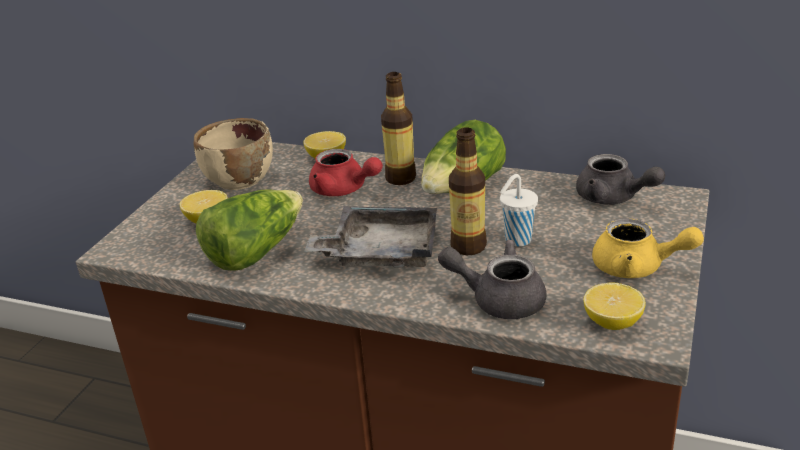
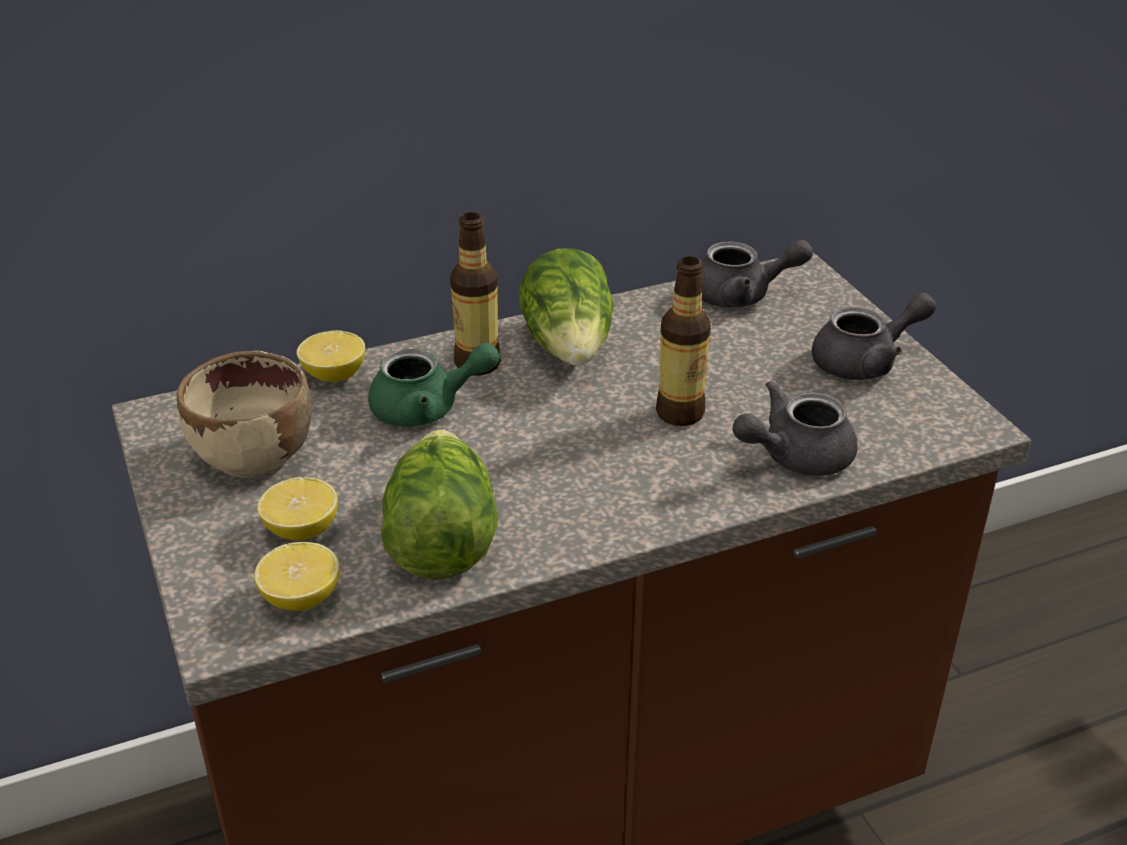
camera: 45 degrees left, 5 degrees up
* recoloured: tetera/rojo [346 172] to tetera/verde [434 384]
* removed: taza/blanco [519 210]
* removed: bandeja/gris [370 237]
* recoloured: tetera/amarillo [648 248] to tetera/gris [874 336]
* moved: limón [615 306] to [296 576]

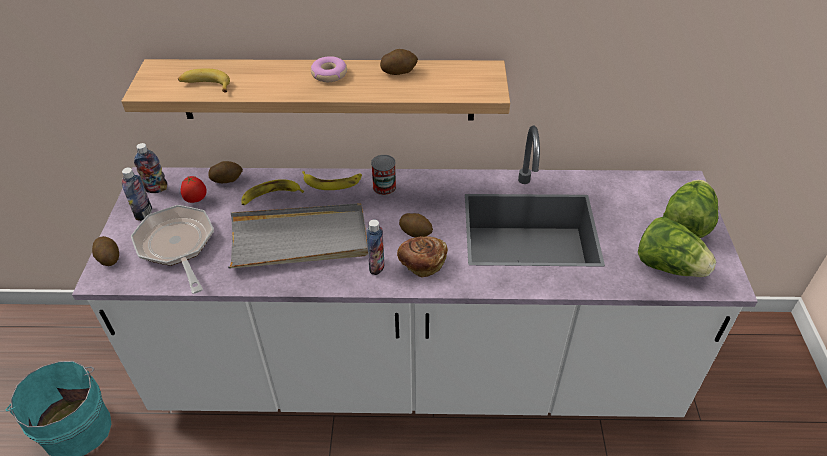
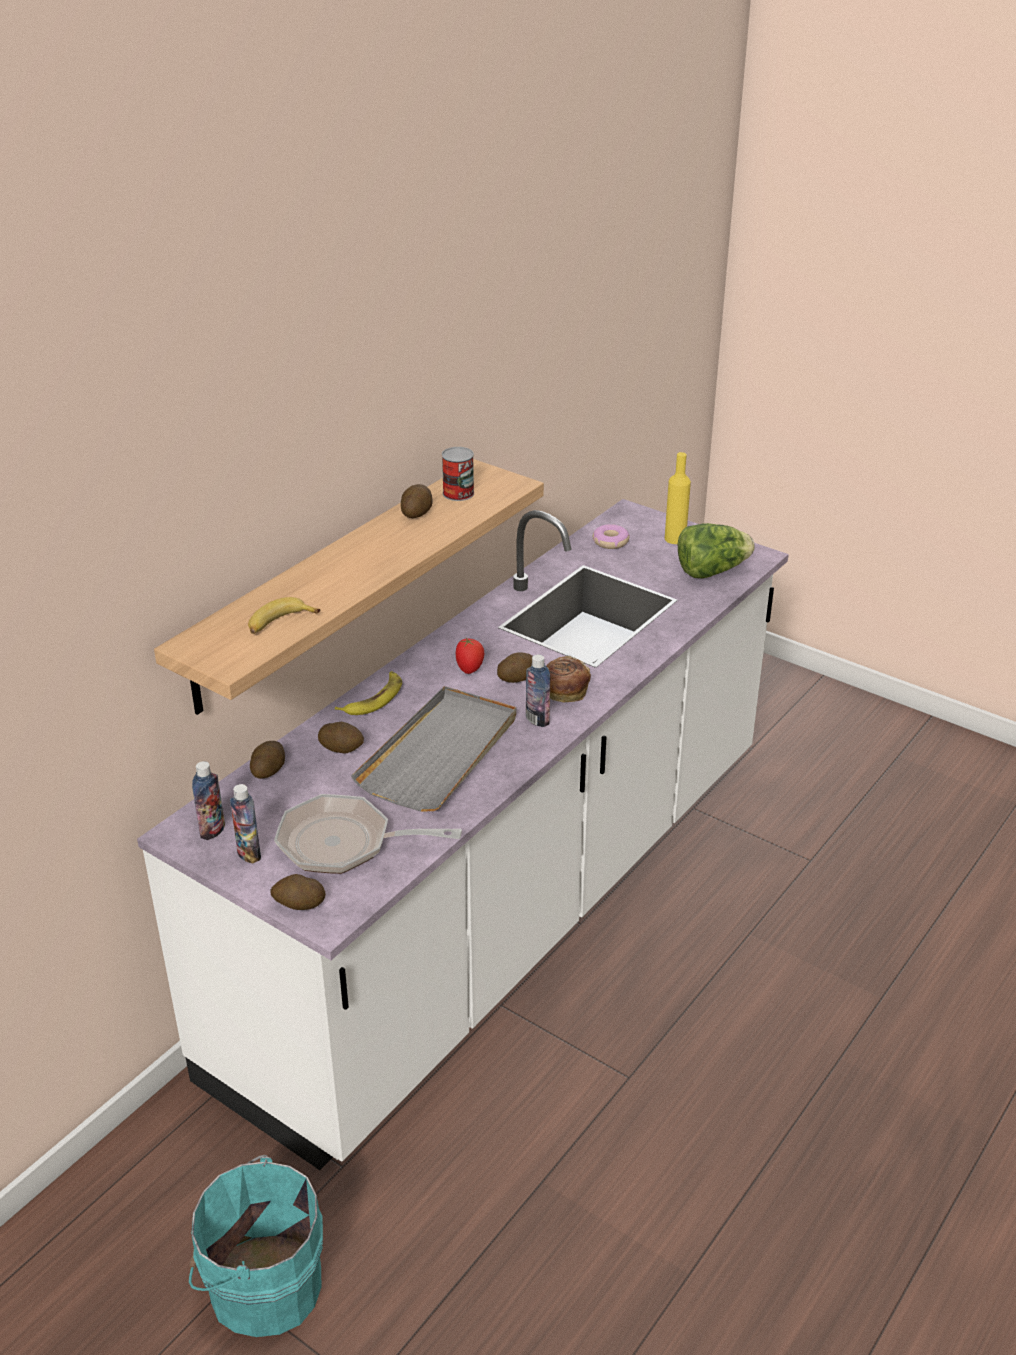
camera: 55 degrees left, 10 degrees down
* moved: rosquilla [329 69] to [611 536]
* moved: lata [383 175] to [458 474]
* moved: tomate [194 189] to [470 656]
* replaced: plátano [273 192] to patata [341 738]
* replaced: lechuga [690 209] to botella/amarillo [678 498]

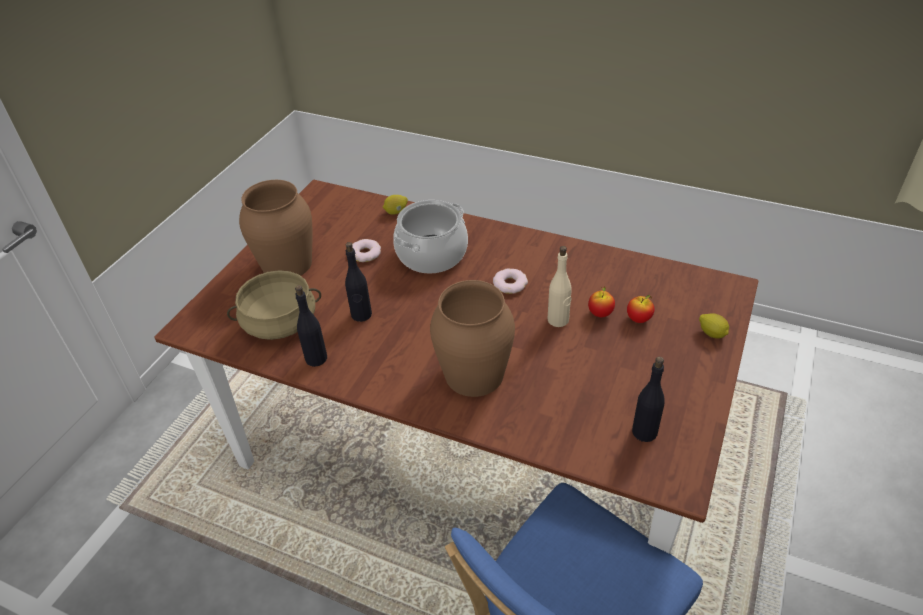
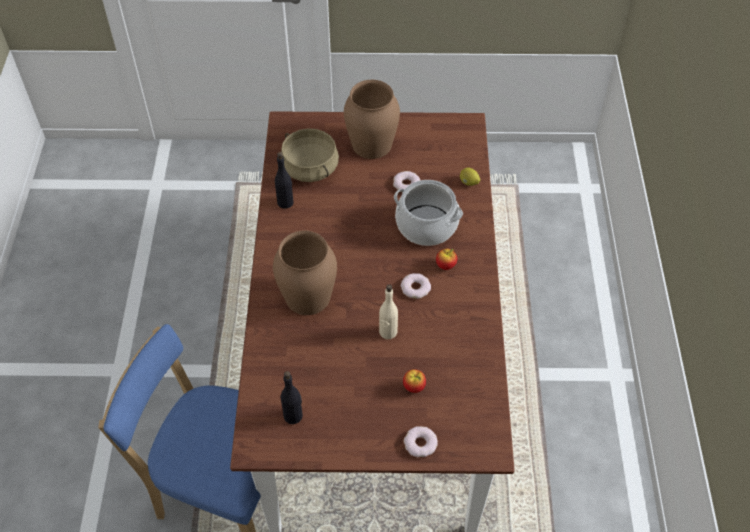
camera: 65 degrees right, 10 degrees up
* removed: botella/negro [358 282]
* moved: manzana [601 301] to [446 259]
* replaced: limón [714 326] to rosquilla [421 441]

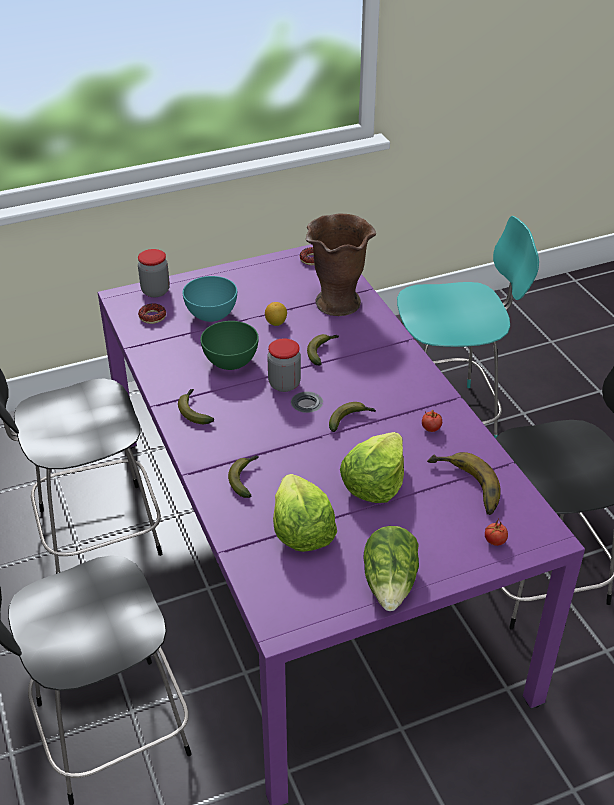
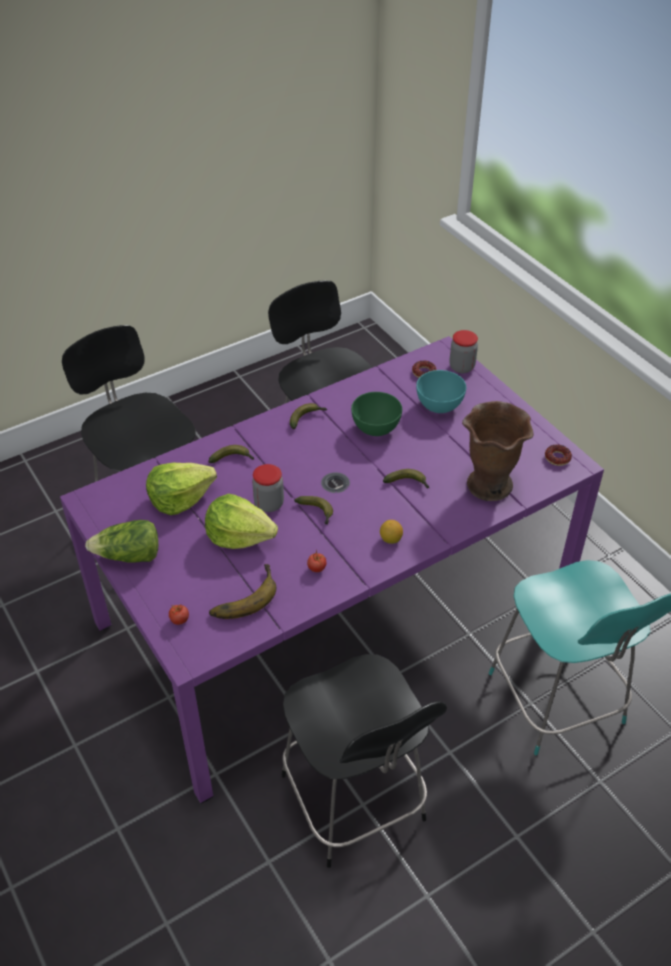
camera: 80 degrees right, 5 degrees up
* moved: limón [276 314] to [391 532]
* moved: tarro [284 365] to [268 488]

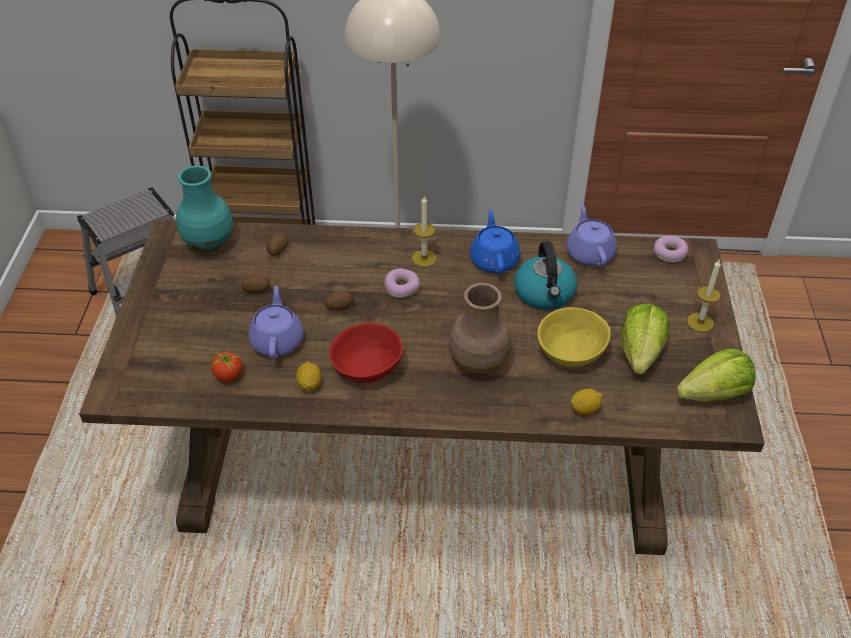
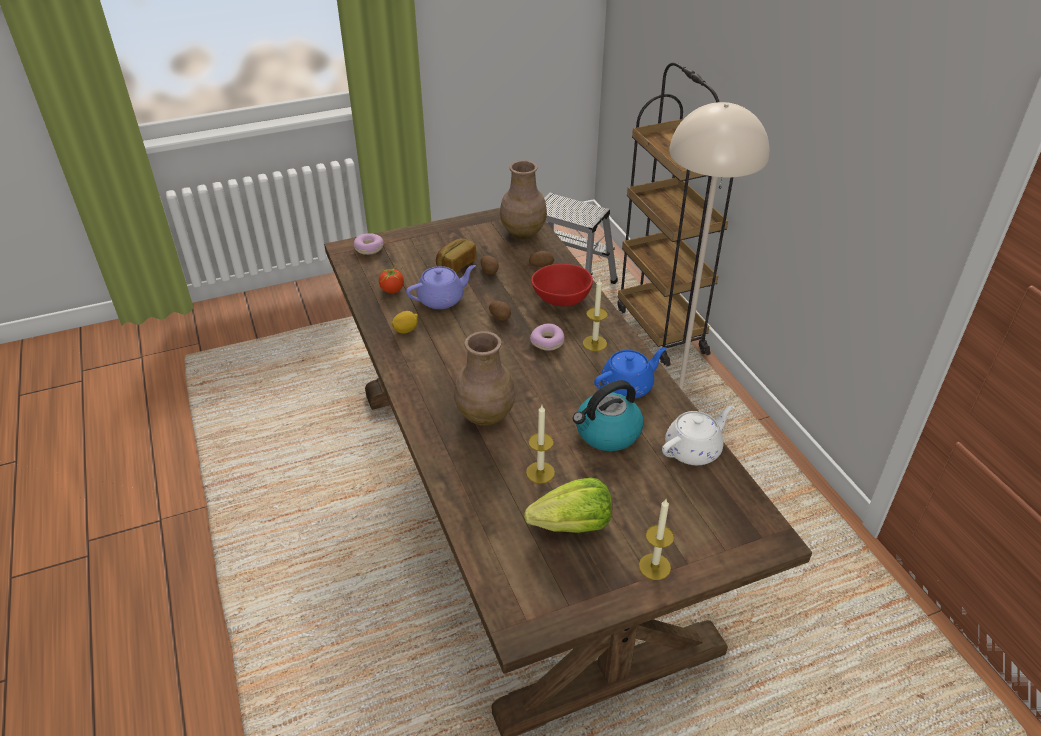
camera: 65 degrees right, 5 degrees down
* recoloured: florero/turquesa [204 208] to florero/marrón [523 199]
* recoloured: tetera/morado [591 235] to tetera/blanco [697 435]
* moved: rosquilla [671 249] to [369 244]
* replaced: cuenco/amarillo [574 337] to vela [540 444]
* moved: cuenco/rojo [366 353] to [562 285]
* removed: lechuga [716 375]
* removed: limón [586 401]
* added: pan [456 255]

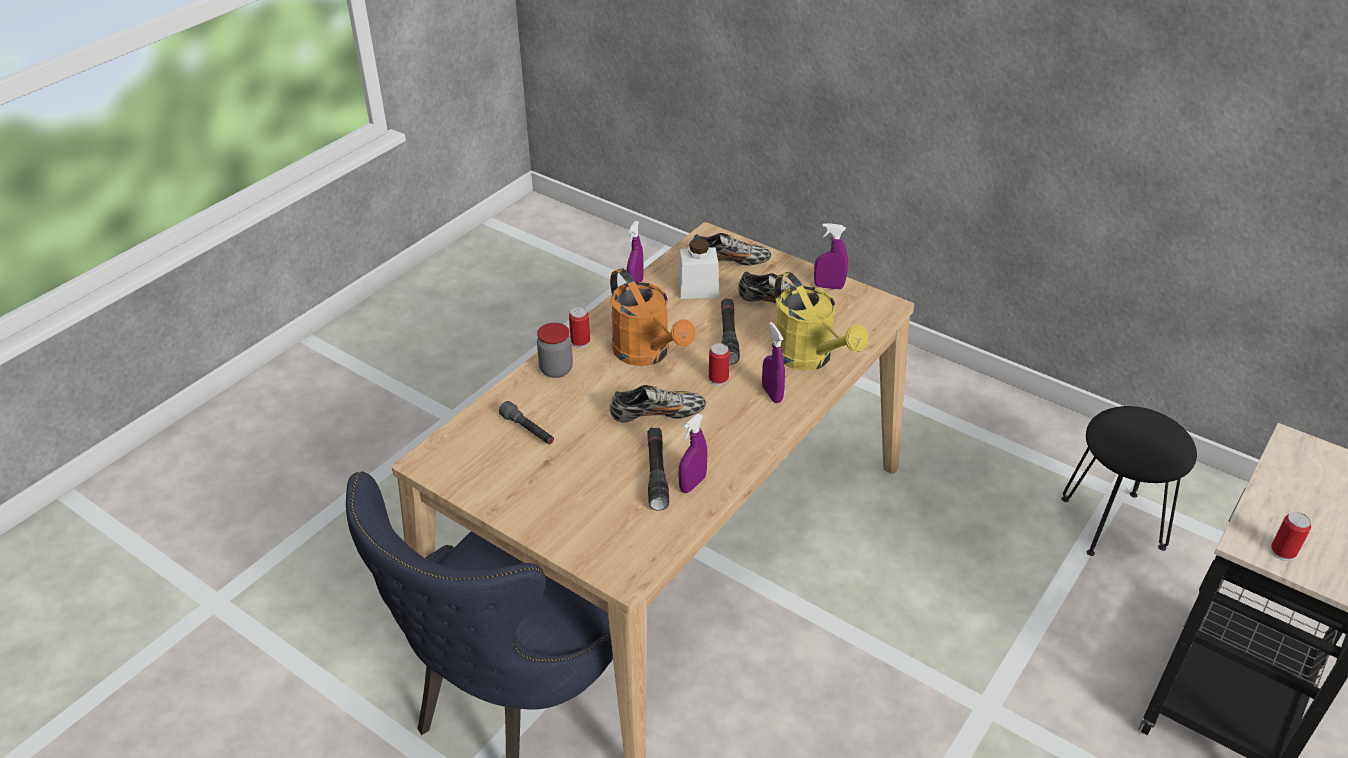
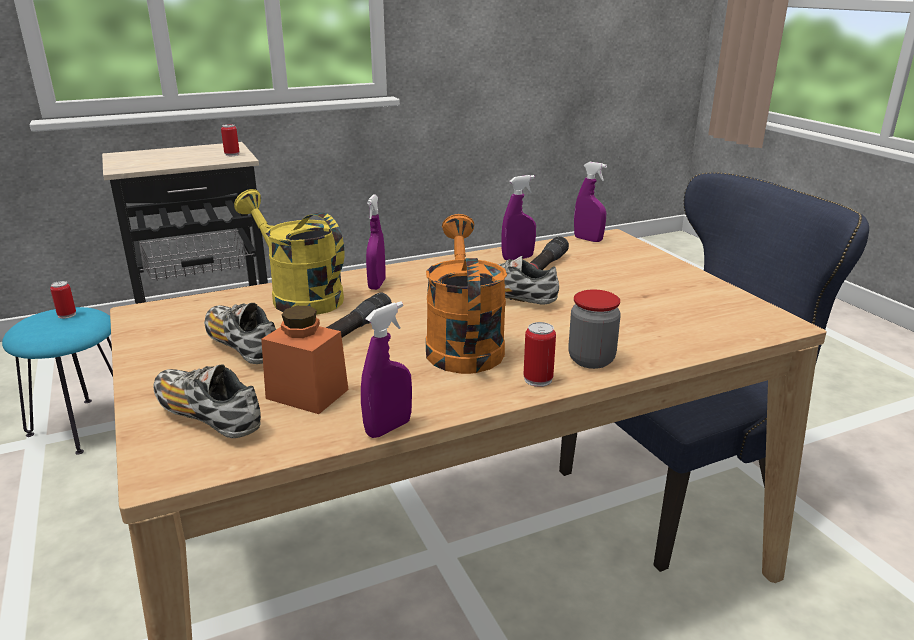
camera: 150 degrees left, 15 degrees down
* moved: pulverizador/morado [831 256] to [590 202]
* recoloured: tarro/blanco [698 268] to tarro/naranja [305 360]
* turned: regadera/amarillo [821 321] = [289 252] 45 degrees counterclockwise
* moved: lata [719 364] to [63 300]
* removed: linterna/gris [526 422]
* recoloured: taburete/negro [1129 481] to taburete/turquesa [57 381]

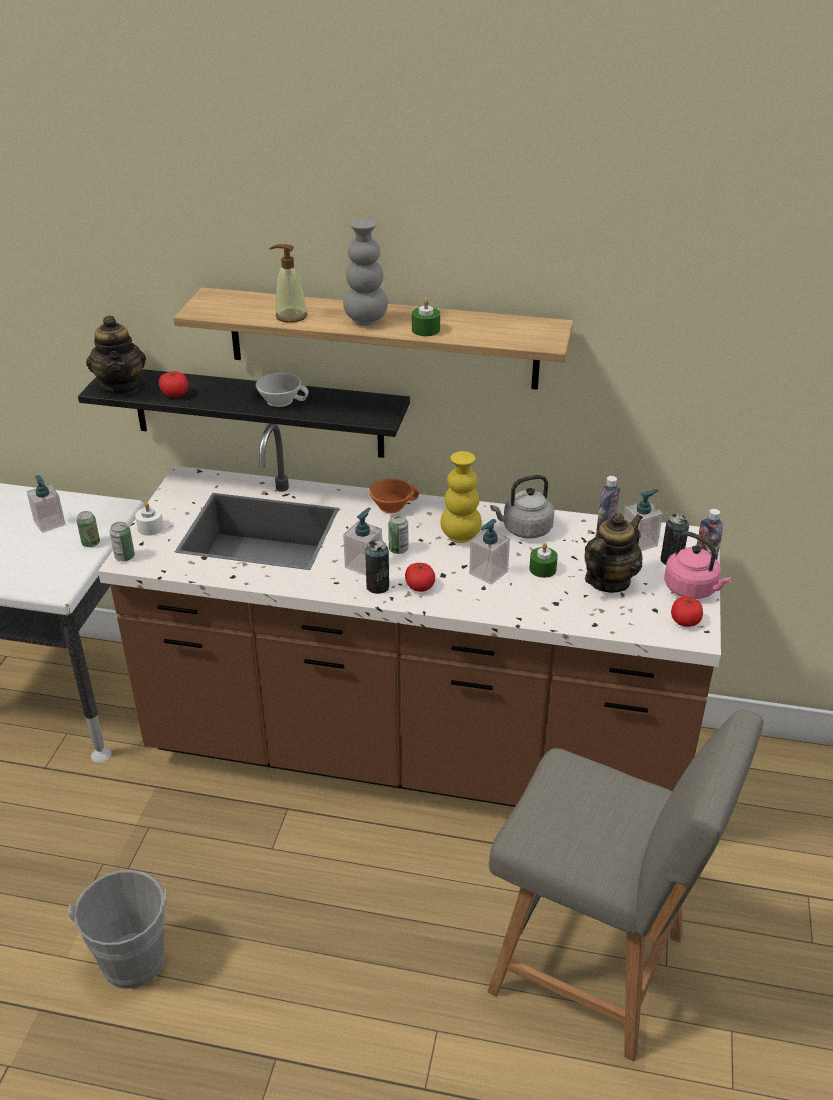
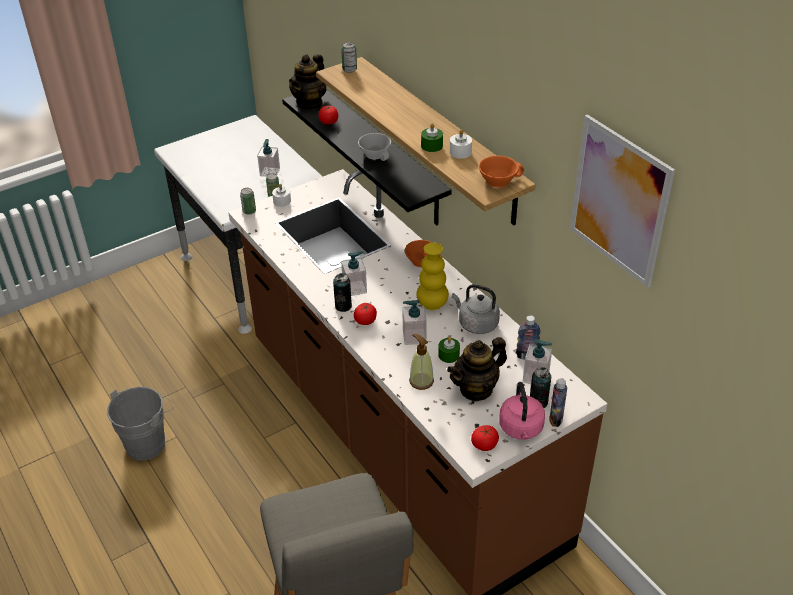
camera: 45 degrees right, 5 degrees up
* removed: florero/gris [365 272]
* moved: dispensador de jabón [288 283] to [421 362]
* turned: tetera [614 553] = [477 369] 150 degrees clockwise
* moved: lata [398 534] to [349 57]
* added: cuadro [622 201]
* added: vela/blanco [461 144]
* added: taza/naranja [501 172]

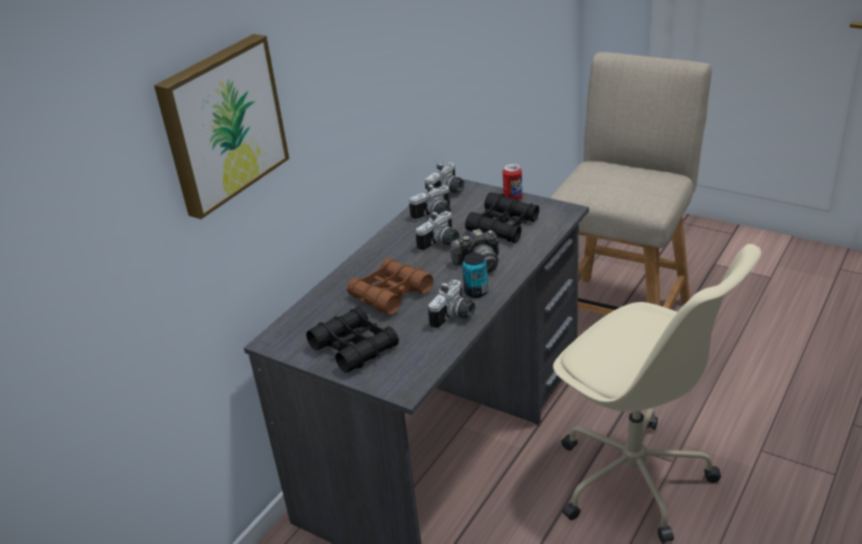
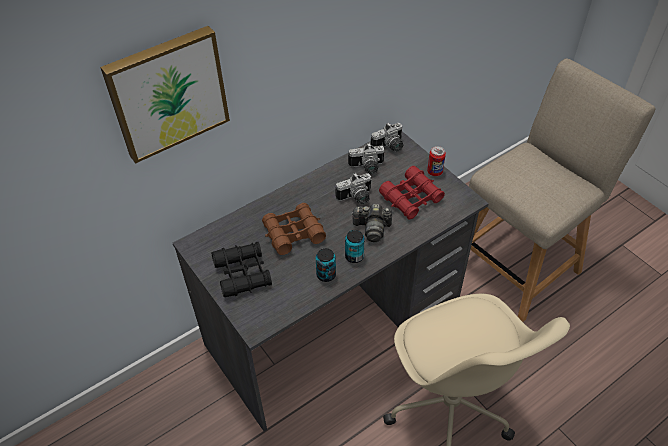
camera: 20 degrees right, 15 degrees up
* recoloured: prismáticos/negro [502 217] to prismáticos/rojo [412 193]
* replaced: cámara [451 304] to lata [326 265]

